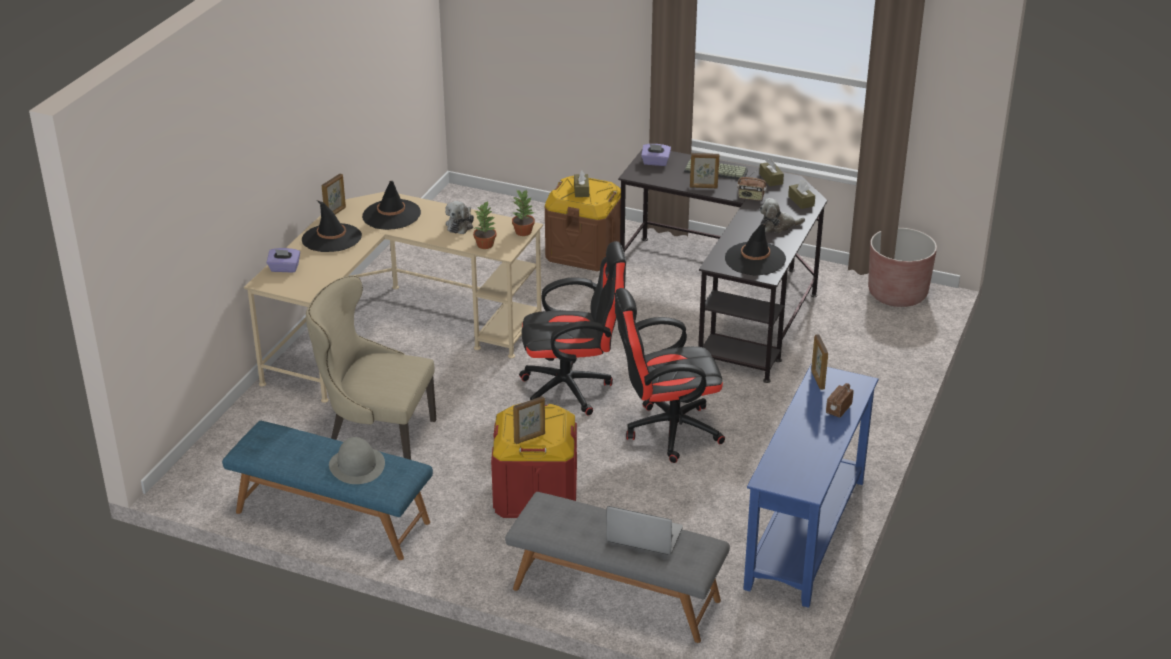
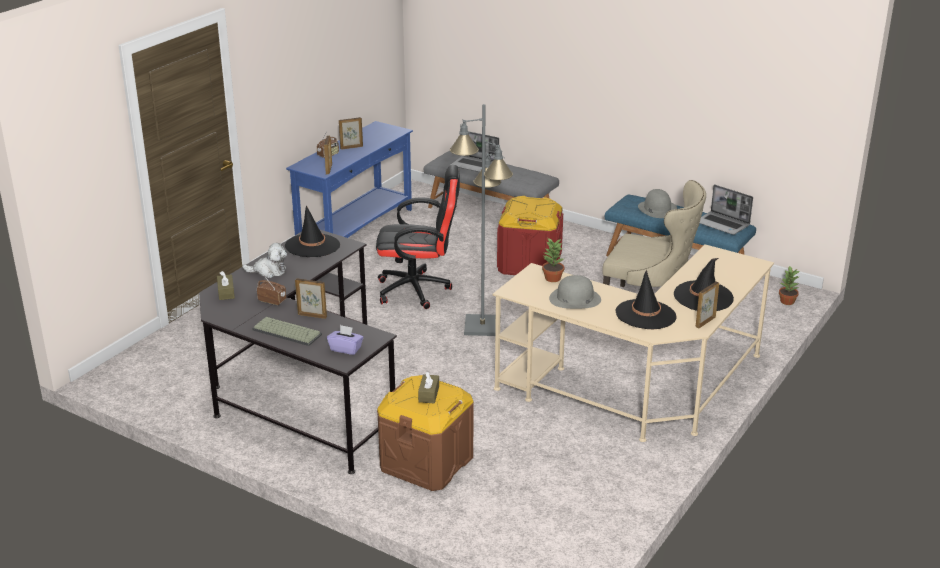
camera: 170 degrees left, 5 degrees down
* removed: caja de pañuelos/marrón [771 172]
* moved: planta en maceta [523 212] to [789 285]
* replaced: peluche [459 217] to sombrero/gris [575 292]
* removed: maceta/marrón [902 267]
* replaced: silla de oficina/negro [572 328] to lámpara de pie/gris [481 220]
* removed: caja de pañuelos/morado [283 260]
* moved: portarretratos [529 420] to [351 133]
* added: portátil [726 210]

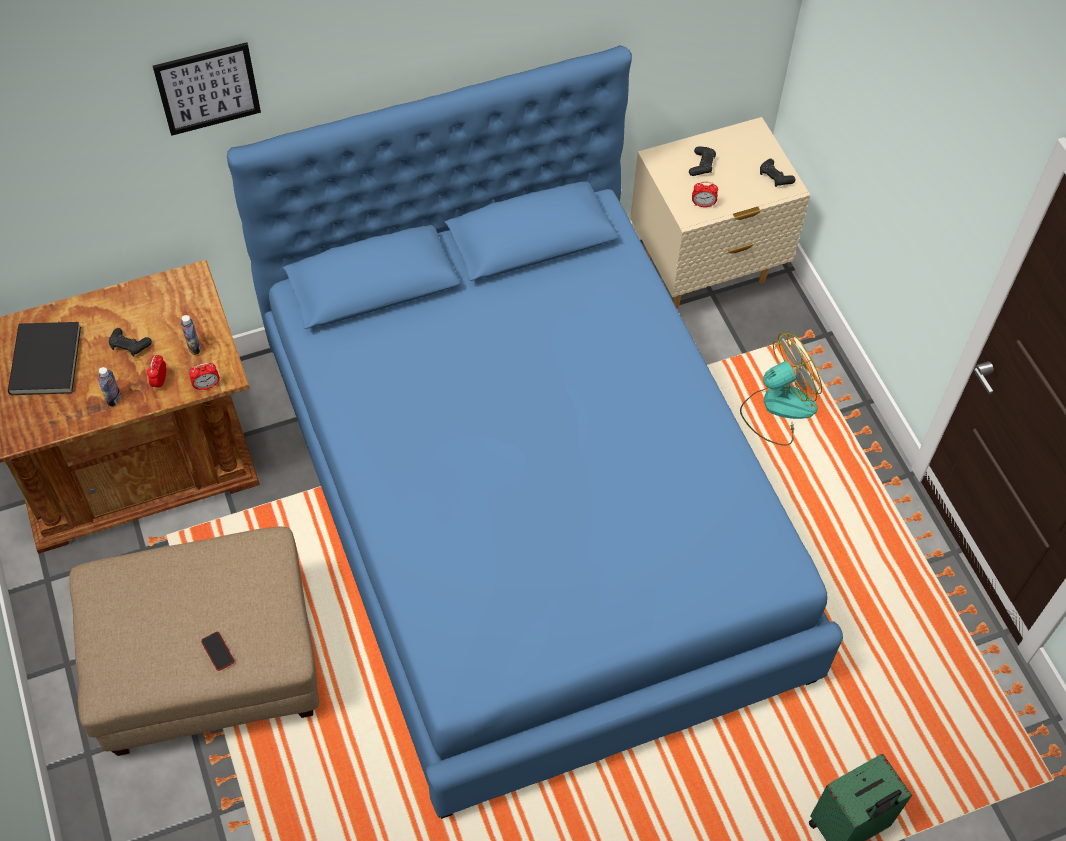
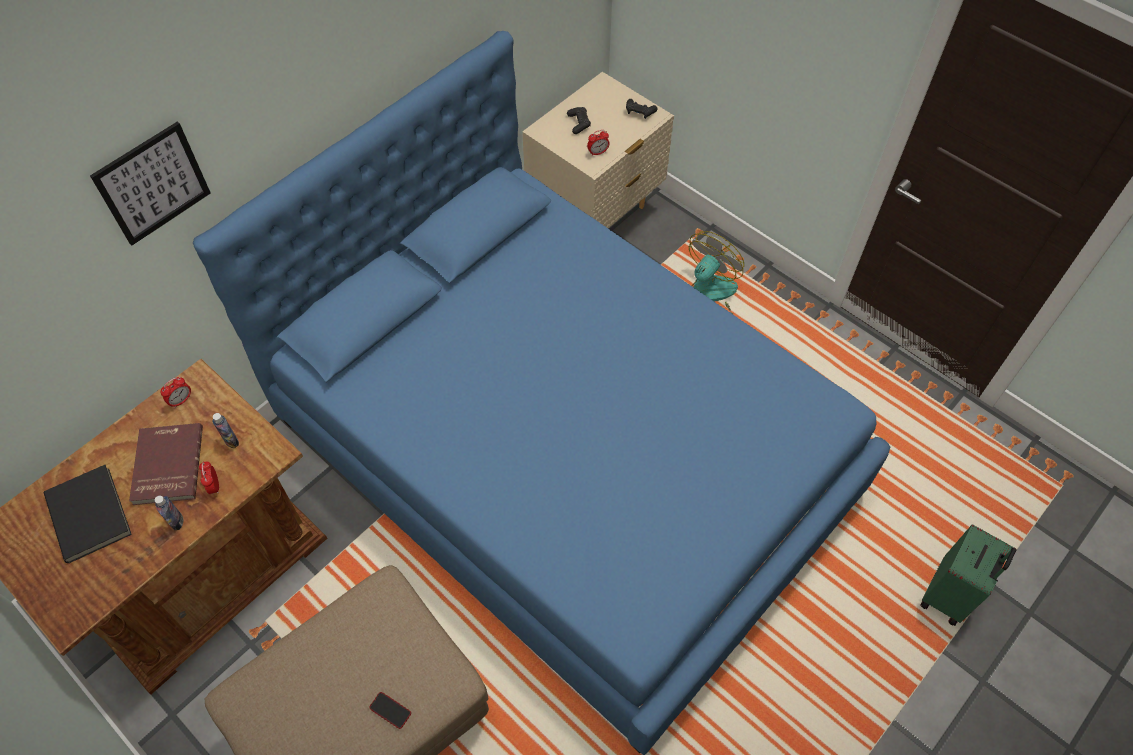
camera: 25 degrees left, 0 degrees up
* replaced: mando de consola/negro [130 342] to libro/rojo [166 464]
* moved: despertador [204 377] to [175 392]

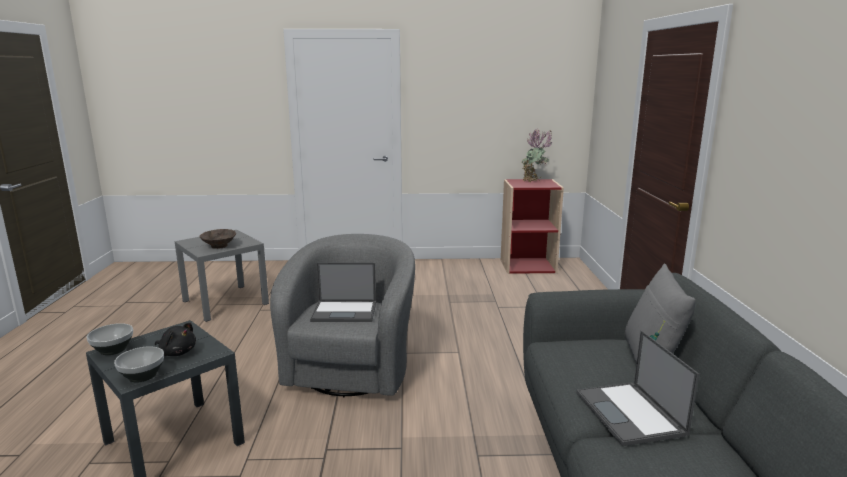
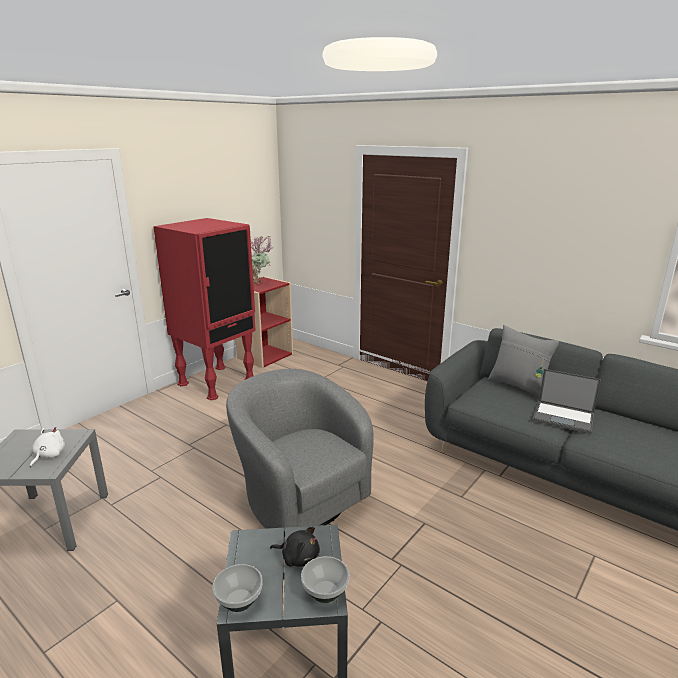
camera: 50 degrees left, 5 degrees up
* replaced: cuenco/marrón [217 239] to peluche/blanco [47 447]
* removed: portátil [343 292]
* turned: peluche/negro [175 339] = [295 547] 45 degrees clockwise
* added: armario/rojo [204 309]

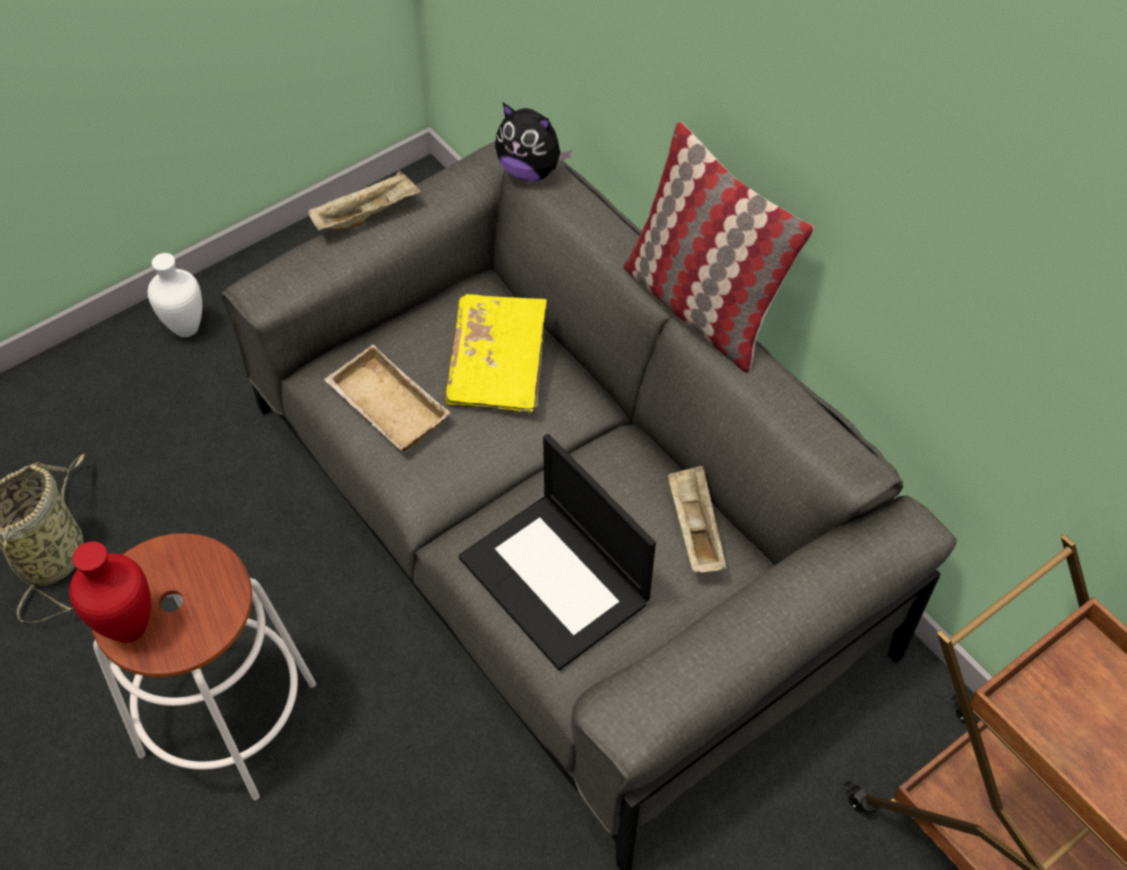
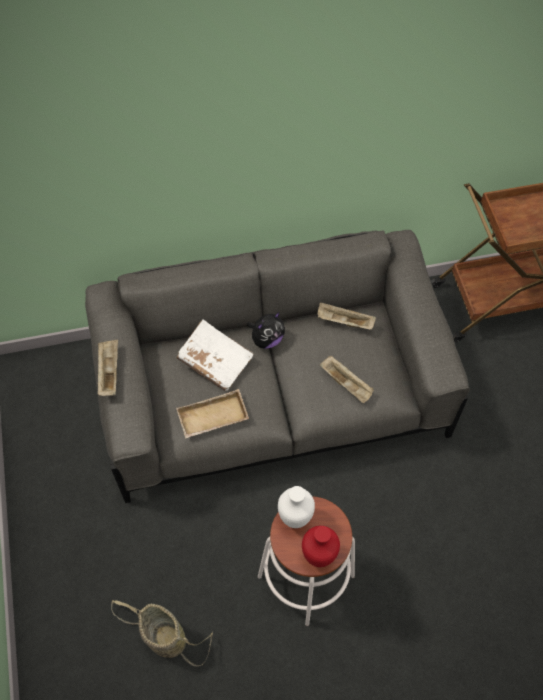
camera: 65 degrees left, 5 degrees up
* moved: peluche [533 142] to [266 330]
* removed: cojín [718 247]
* moved: florero/blanco [175 295] to [296 507]
* recoloured: libro/amarillo [495 353] to libro/blanco [215 355]
* replaced: portátil [557 552] to bandeja/beis [347 379]

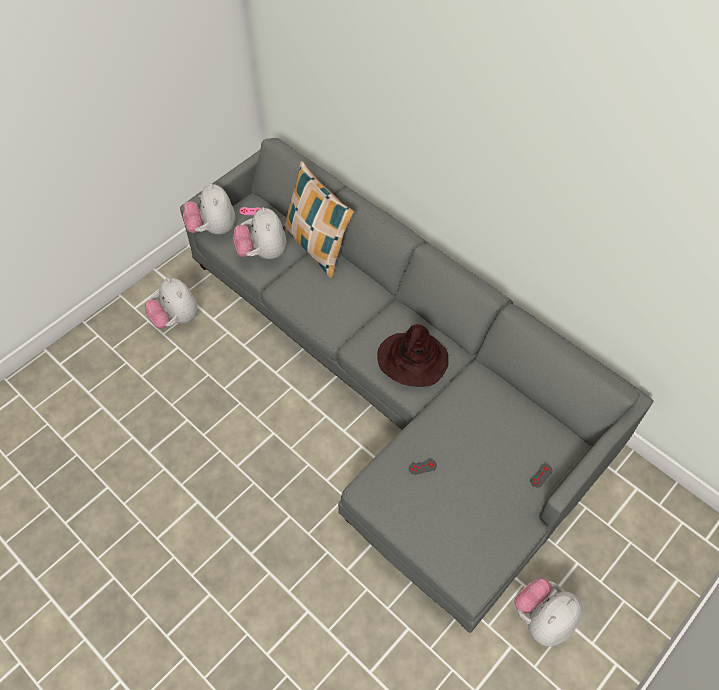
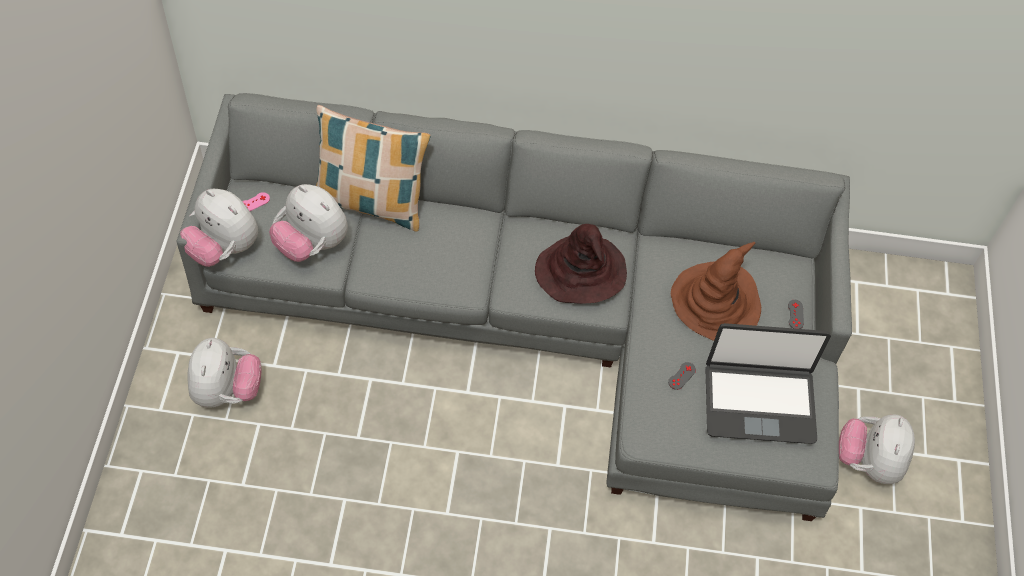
camera: 40 degrees left, 0 degrees up
* turned: peluche [171 303] = [224 373] 105 degrees counterclockwise
* added: sombrero/marrón [716 291]
* added: portátil [768 383]

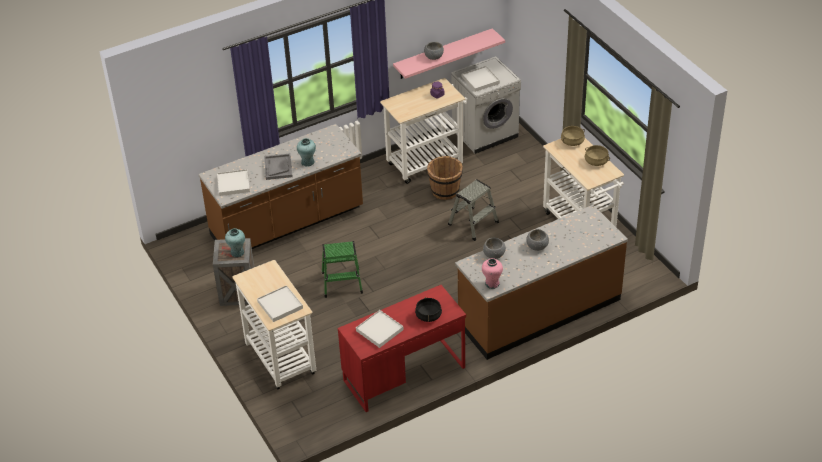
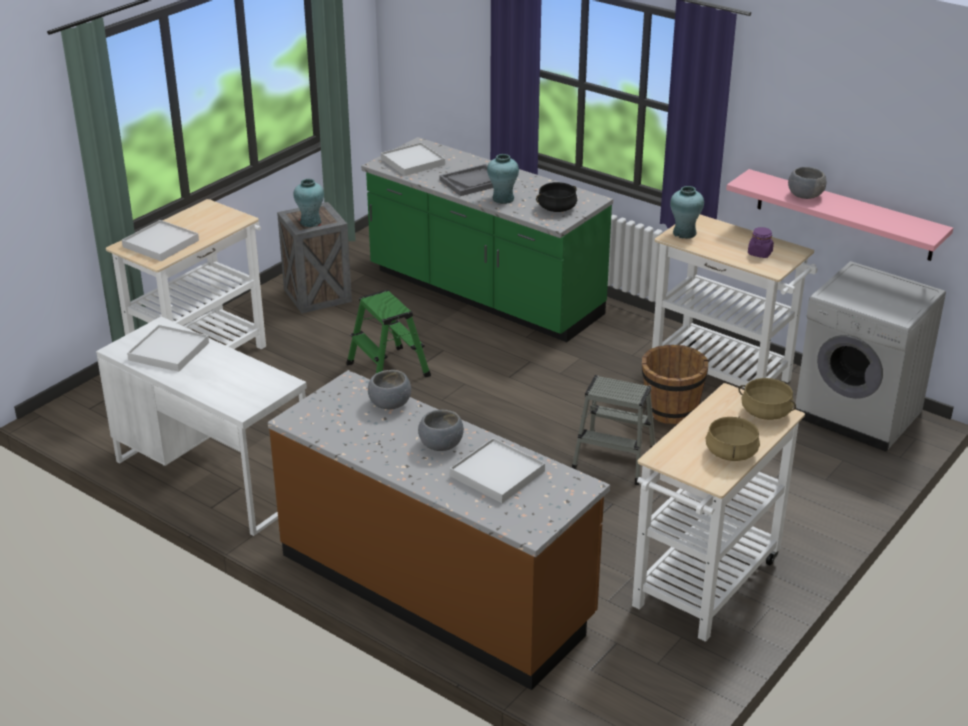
camera: 65 degrees right, 10 degrees down
* moved: bandeja/blanco [481 79] to [497 470]
* recoloured: mueble bajo de cocina/marrón [281 186] to mueble bajo de cocina/verde [487 239]
* removed: florero/rosa [492 273]
* recoloured: escritorio/rojo [402 348] to escritorio/blanco [201 426]
* moved: olla/negro [428 309] to [556 197]
* added: florero/turquesa [687 212]

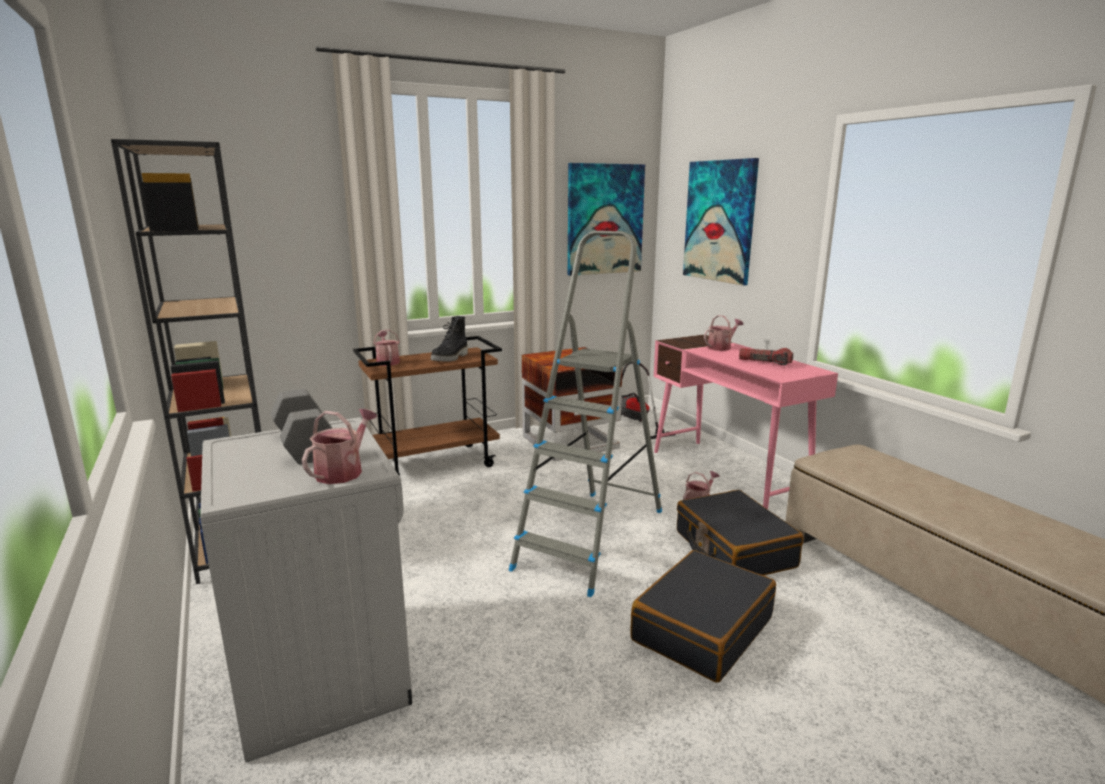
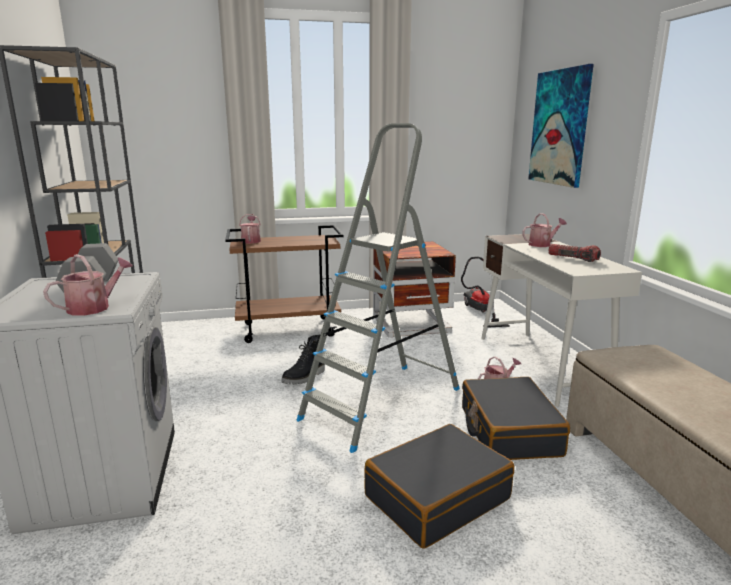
camera: 15 degrees right, 0 degrees up
* removed: cuadro [606 219]
* moved: bota/negro [449 339] to [303 360]
* recoloured: escritorio/rosa [746 421] to escritorio/blanco [561 320]

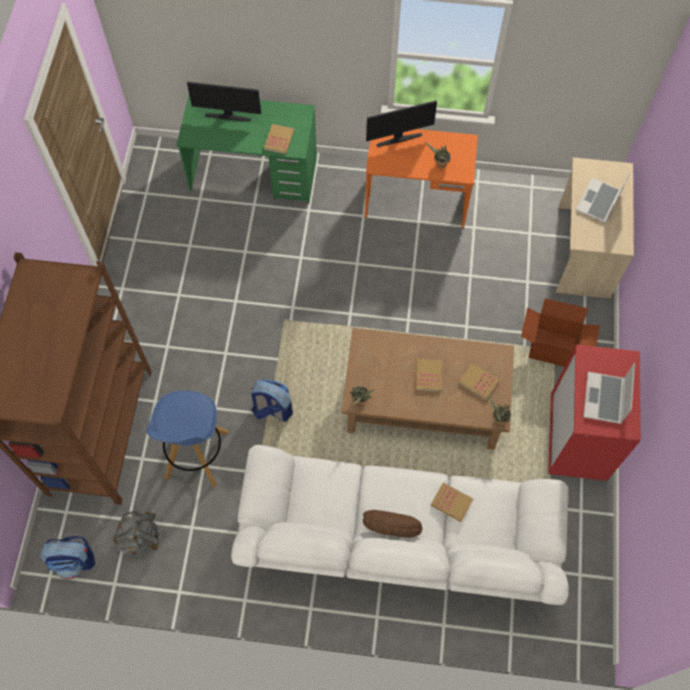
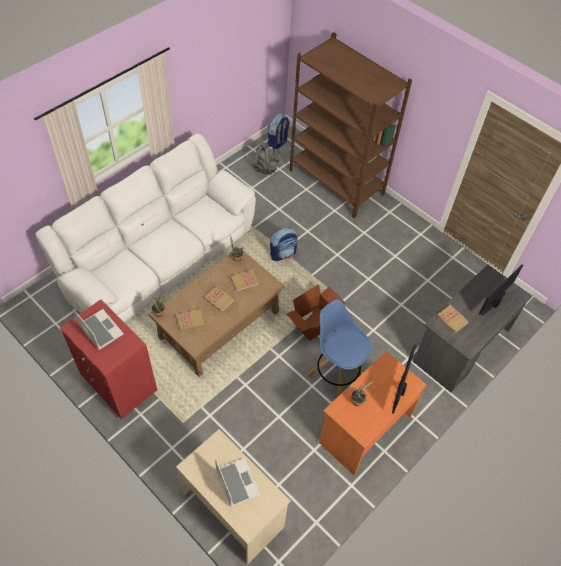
camera: 125 degrees right, 10 degrees down
* recoloured: escritorio/verde [246 149] to escritorio/gris [472 328]
* moved: caja de cartón [560 332] to [315 312]
* moved: taburete/azul [188 439] to [339 348]
* moved: libro [451 502] to [244 280]
* removed: cojín/marrón [392 524]

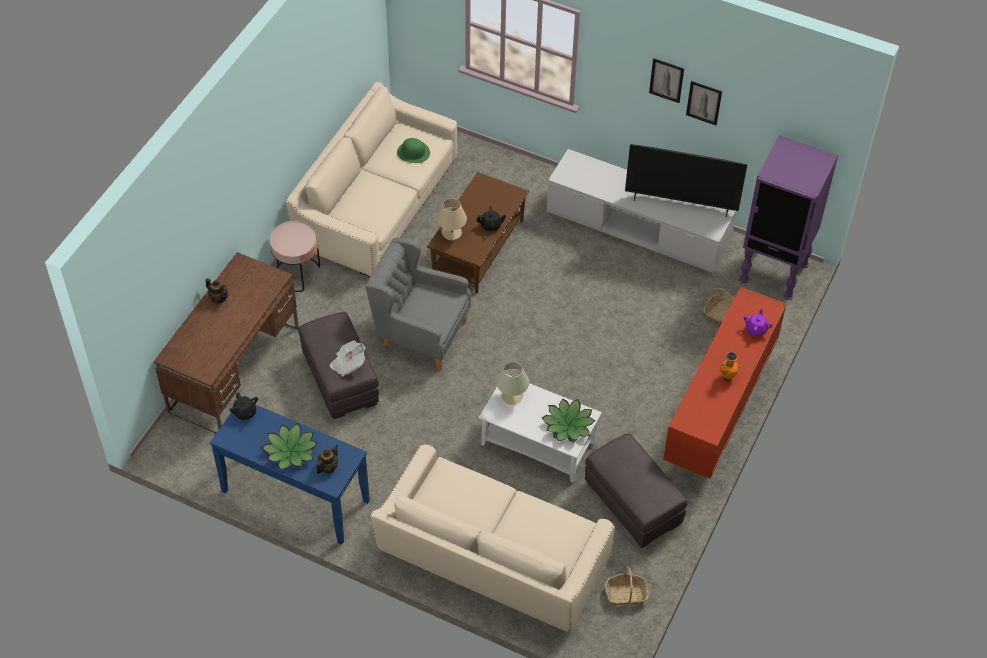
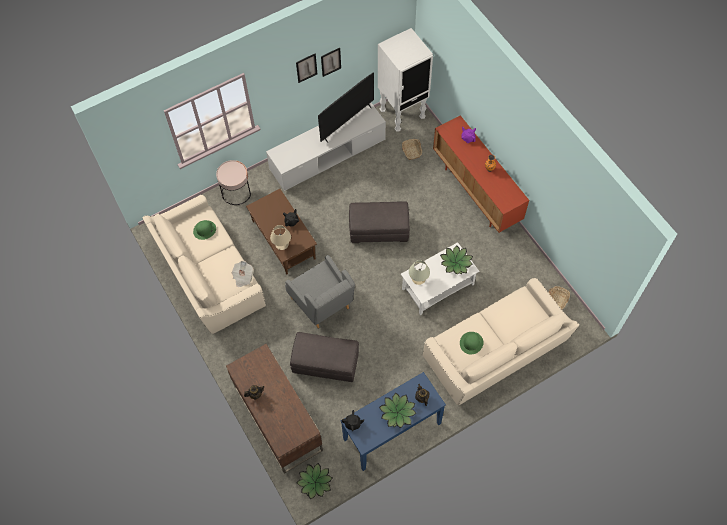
camera: 55 degrees left, 10 degrees up
* recoloured: armario/morado [788 217] to armario/blanco [405 79]
* moved: mesa auxiliar/rosa [295 256] to [233 182]
* turned: sillón/gris [418 304] = [320 291] 90 degrees counterclockwise
* moved: periódico [347 358] to [243 274]
* moved: puf/gris [636 490] to [379 222]
* added: sombrero/verde [471 343]
* added: planta en maceta [314 481]

